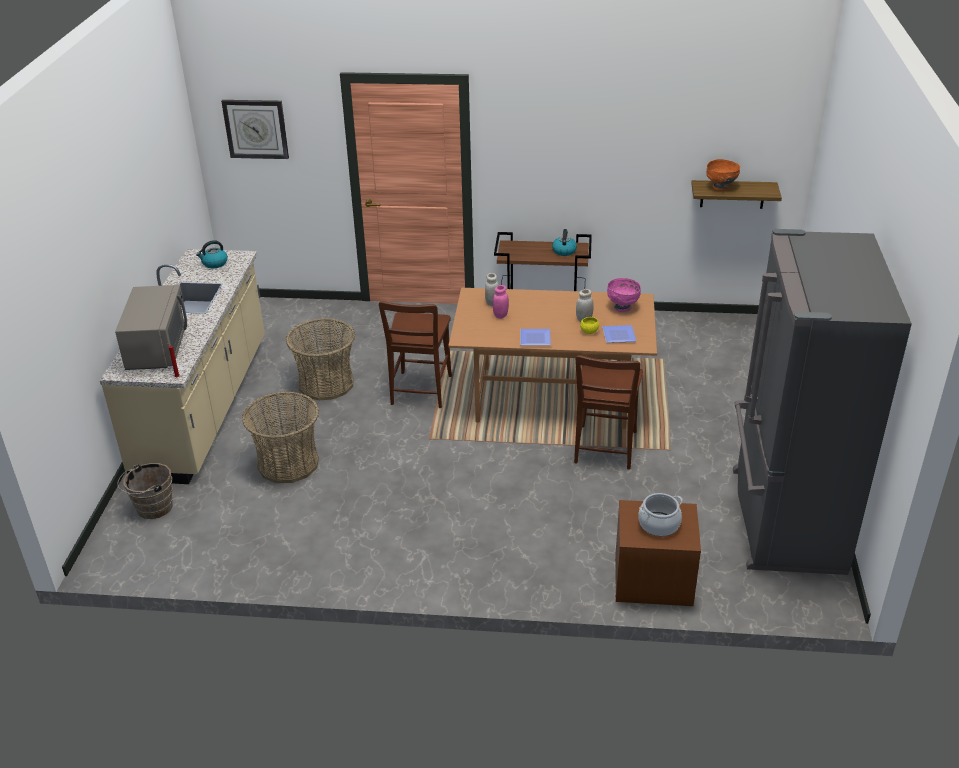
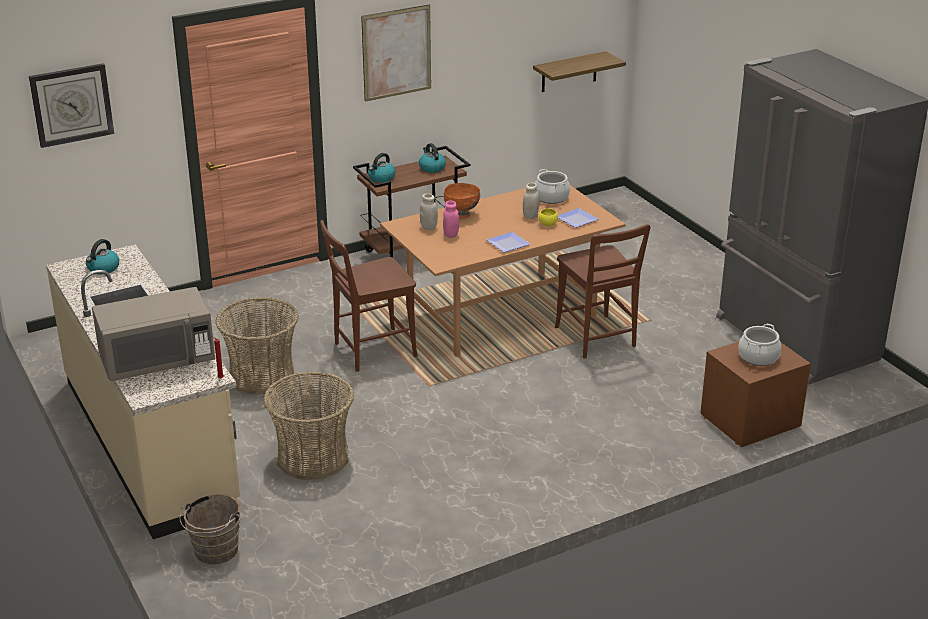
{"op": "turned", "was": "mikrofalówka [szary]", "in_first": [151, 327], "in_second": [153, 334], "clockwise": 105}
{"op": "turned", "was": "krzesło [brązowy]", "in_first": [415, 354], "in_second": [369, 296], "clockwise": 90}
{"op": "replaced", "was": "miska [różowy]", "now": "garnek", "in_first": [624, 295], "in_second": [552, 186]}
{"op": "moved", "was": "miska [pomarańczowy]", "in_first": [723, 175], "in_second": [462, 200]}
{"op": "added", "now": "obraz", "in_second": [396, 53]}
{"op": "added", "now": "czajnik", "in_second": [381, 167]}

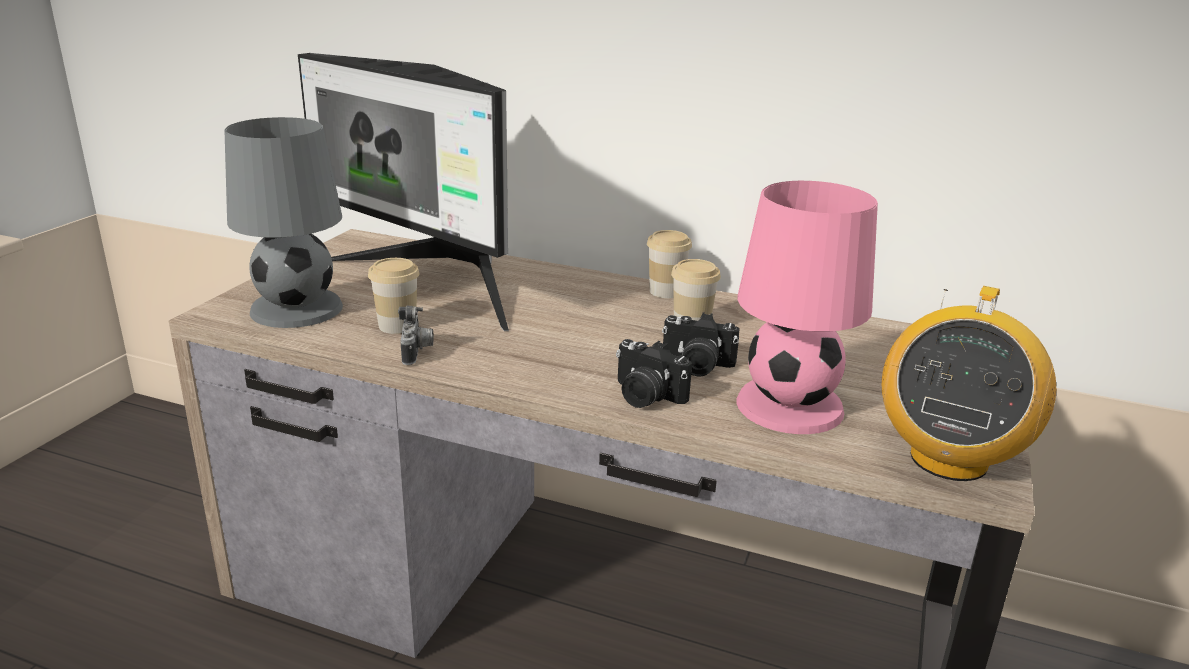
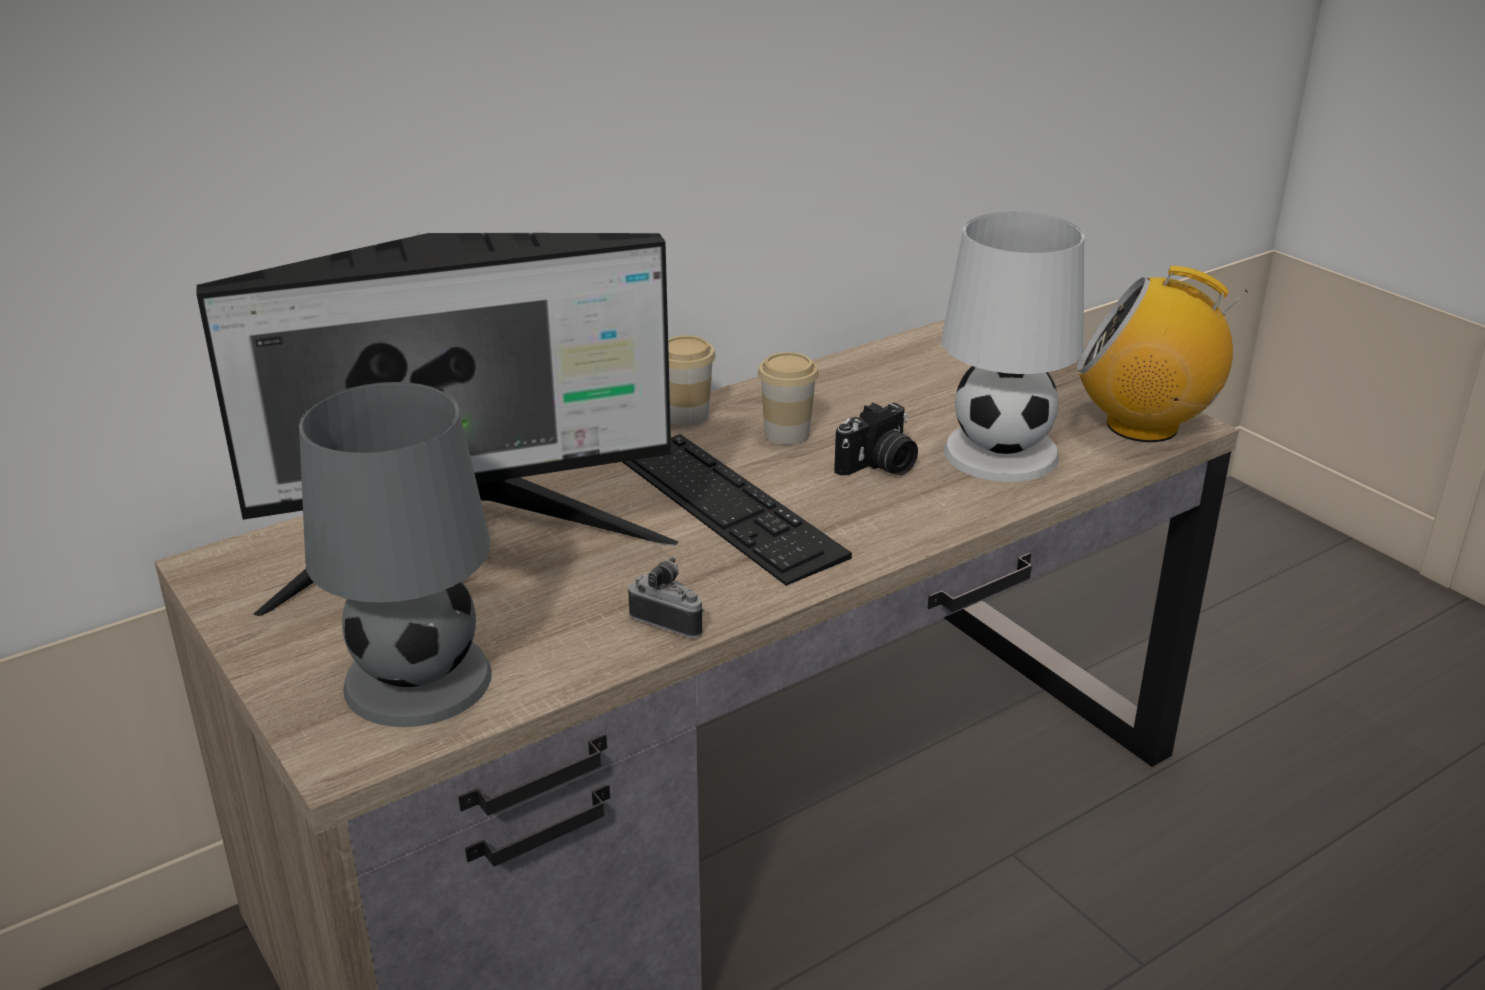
{"op": "removed", "was": "filiżanka", "in_first": [393, 296]}
{"op": "removed", "was": "aparat fotograficzny", "in_first": [654, 373]}
{"op": "recoloured", "was": "lampa stołowa [różowy]", "now": "lampa stołowa [biały]", "in_first": [807, 307], "in_second": [1012, 347]}
{"op": "turned", "was": "radio", "in_first": [969, 383], "in_second": [1162, 354], "clockwise": 135}
{"op": "added", "now": "klawiatura", "in_second": [737, 510]}

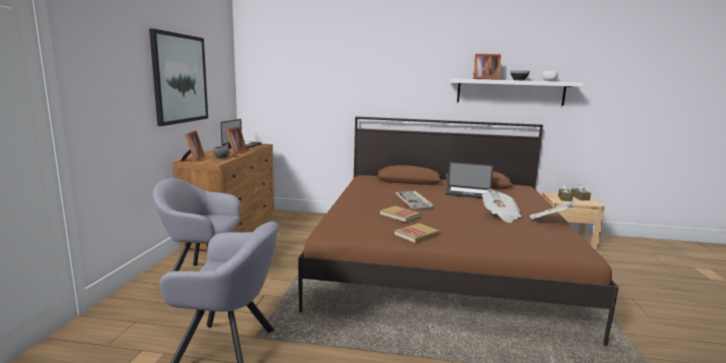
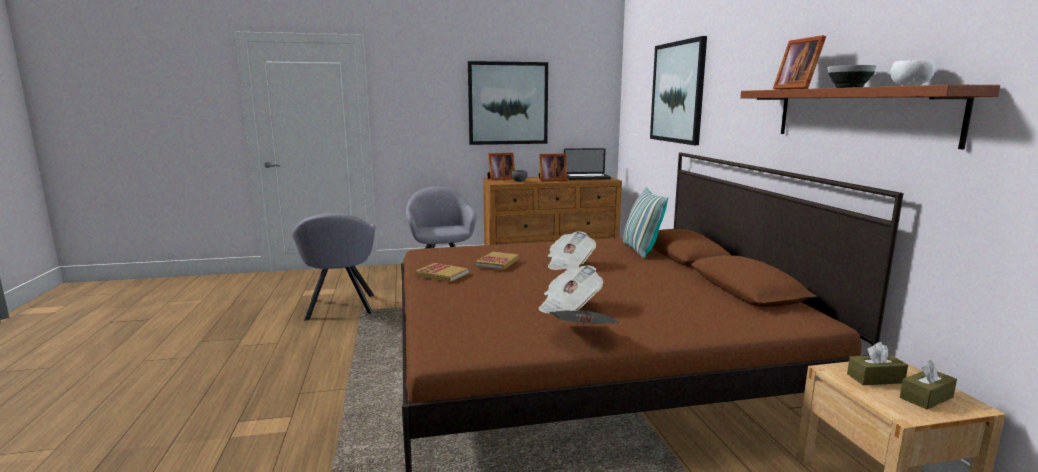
{"op": "replaced", "was": "klawiatura", "now": "gazeta", "in_first": [414, 200], "in_second": [572, 250]}
{"op": "removed", "was": "laptop", "in_first": [469, 180]}
{"op": "recoloured", "was": "półka [biały]", "now": "półka [brązowy]", "in_first": [517, 92], "in_second": [870, 116]}
{"op": "added", "now": "poduszka", "in_second": [645, 222]}
{"op": "added", "now": "obraz", "in_second": [678, 90]}

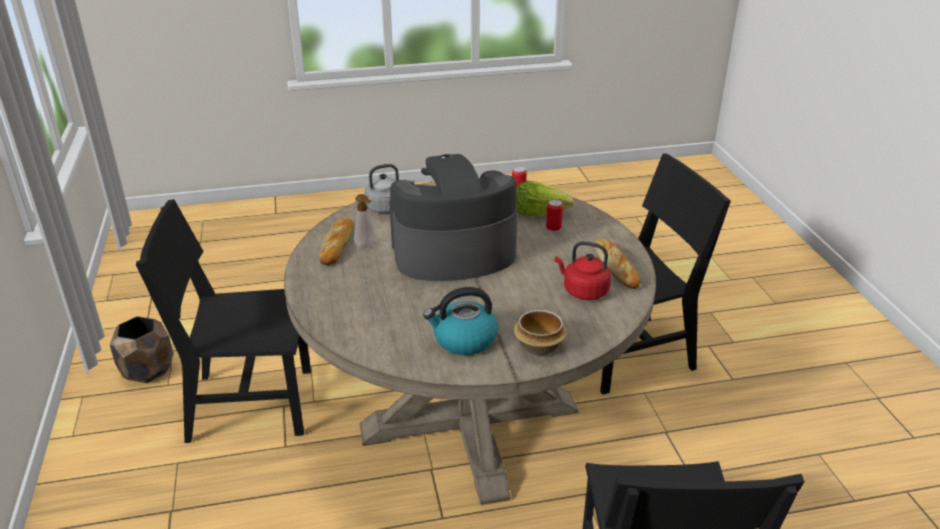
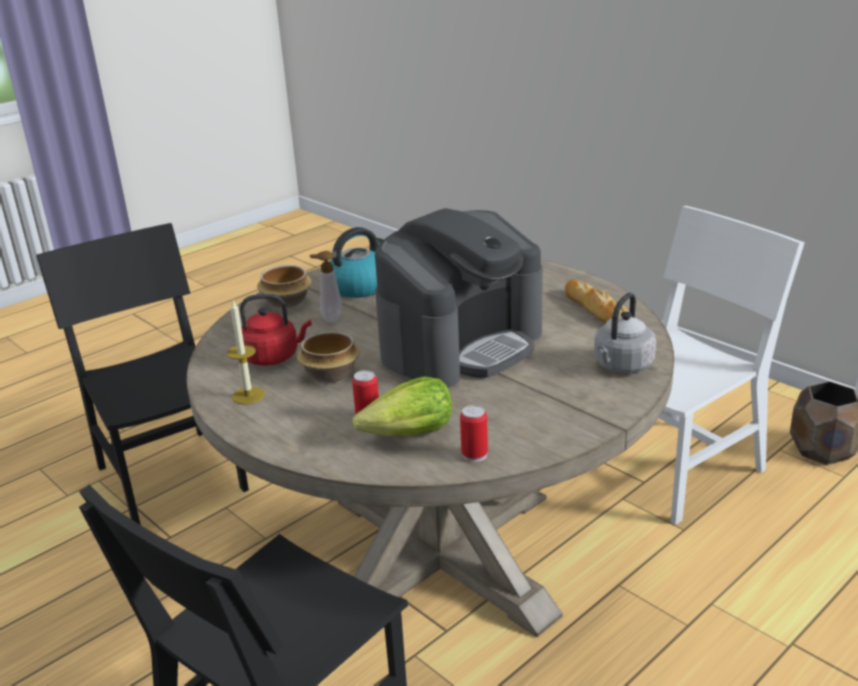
{"op": "recoloured", "was": "krzesło [czarny]", "now": "krzesło [biały]", "in_first": [223, 321], "in_second": [697, 365]}
{"op": "moved", "was": "dozownik mydła", "in_first": [364, 221], "in_second": [326, 287]}
{"op": "replaced", "was": "chleb", "now": "świeca", "in_first": [618, 264], "in_second": [246, 353]}
{"op": "added", "now": "miska", "in_second": [328, 357]}

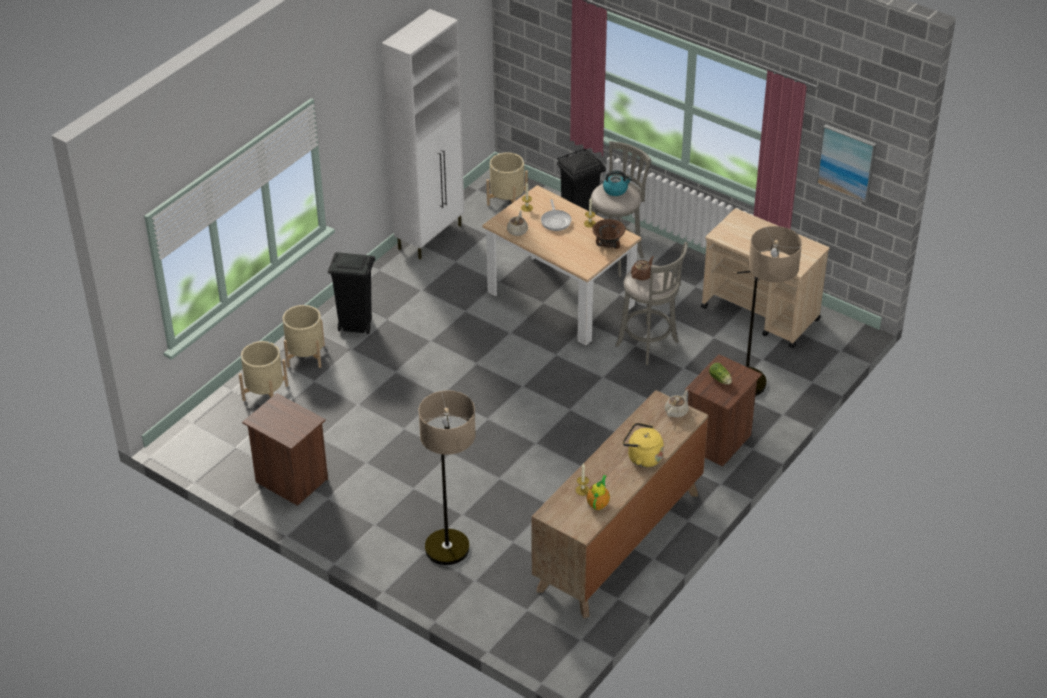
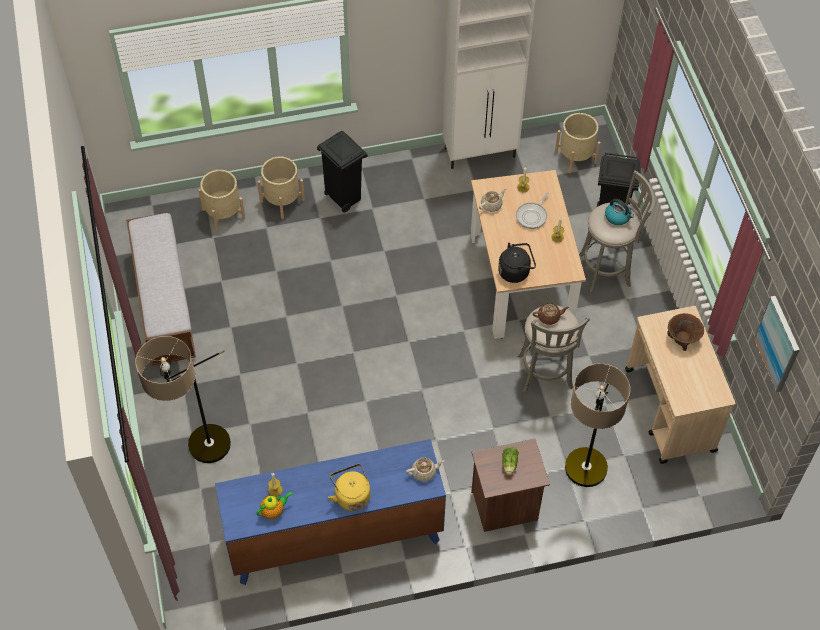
{"op": "replaced", "was": "szafka nocna [brązowy]", "now": "ławka", "in_first": [285, 449], "in_second": [161, 289]}
{"op": "recoloured", "was": "komoda [brązowy]", "now": "komoda [niebieski]", "in_first": [619, 504], "in_second": [330, 512]}
{"op": "moved", "was": "miska [brązowy]", "in_first": [609, 234], "in_second": [685, 332]}
{"op": "added", "now": "czajnik [czarny]", "in_second": [517, 263]}

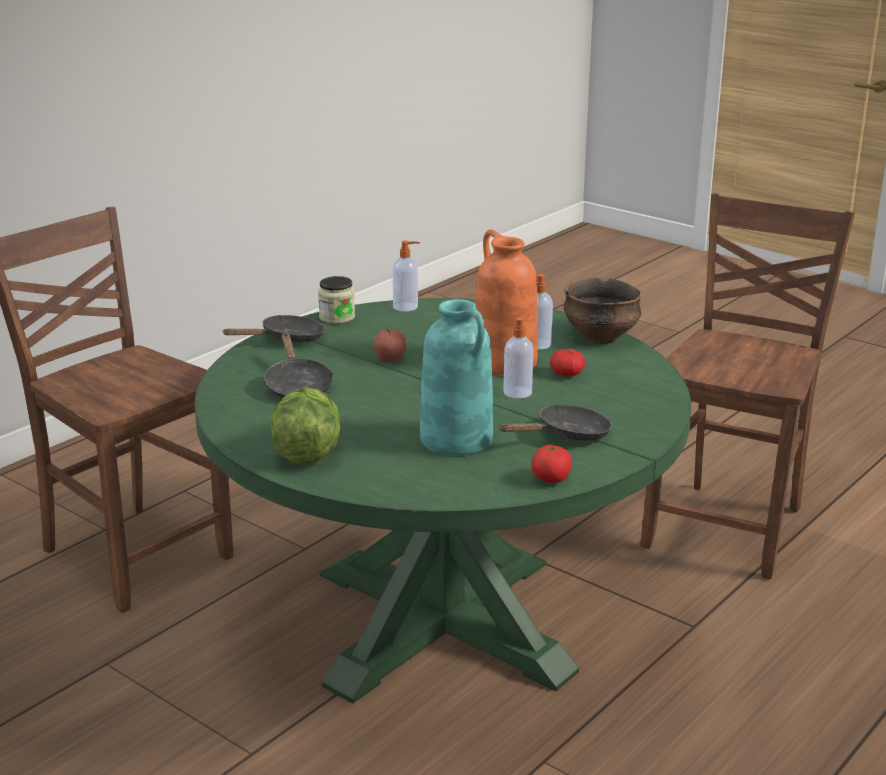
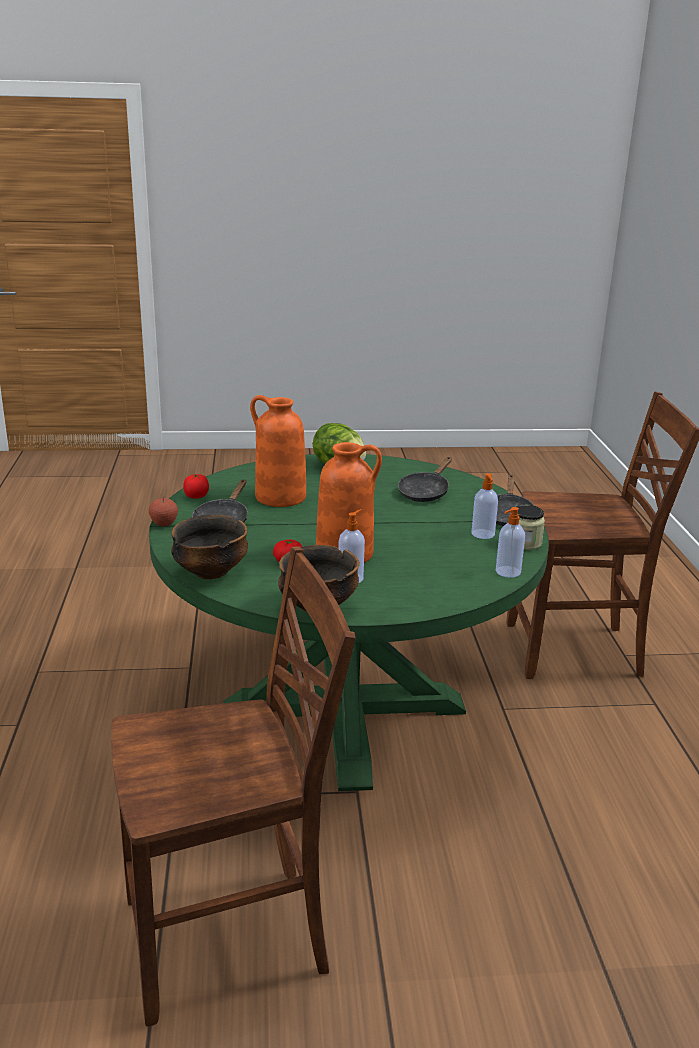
{"op": "turned", "was": "patelnia [czarny]", "in_first": [298, 365], "in_second": [425, 479], "clockwise": -90}
{"op": "moved", "was": "jabłko", "in_first": [390, 345], "in_second": [163, 511]}
{"op": "recoloured", "was": "wazon [turkusowy]", "now": "wazon [pomarańczowy]", "in_first": [456, 377], "in_second": [278, 451]}
{"op": "moved", "was": "dozownik mydła", "in_first": [518, 356], "in_second": [485, 506]}
{"op": "turned", "was": "krzesło [brązowy]", "in_first": [748, 386], "in_second": [233, 787], "clockwise": -90}
{"op": "added", "now": "miska", "in_second": [209, 547]}

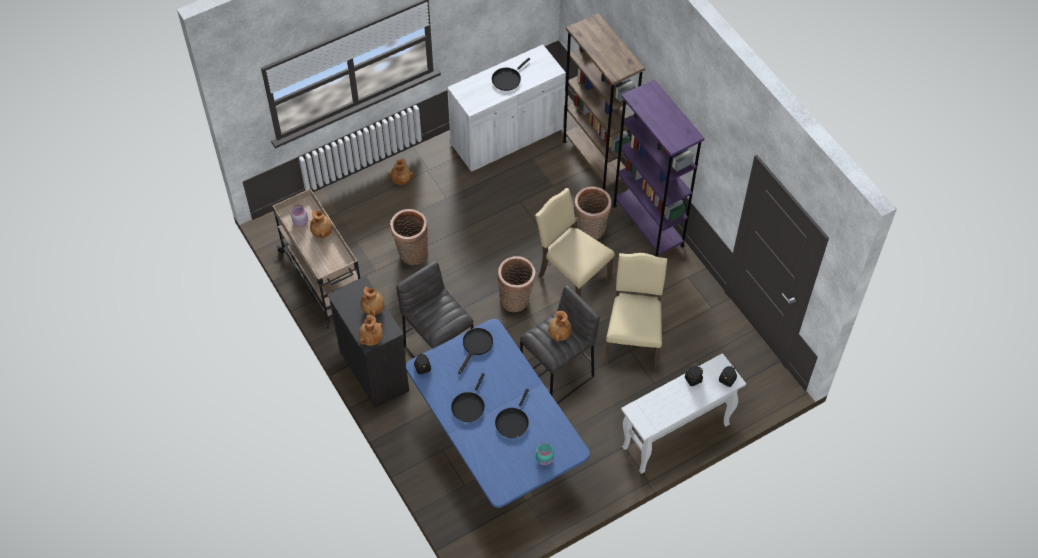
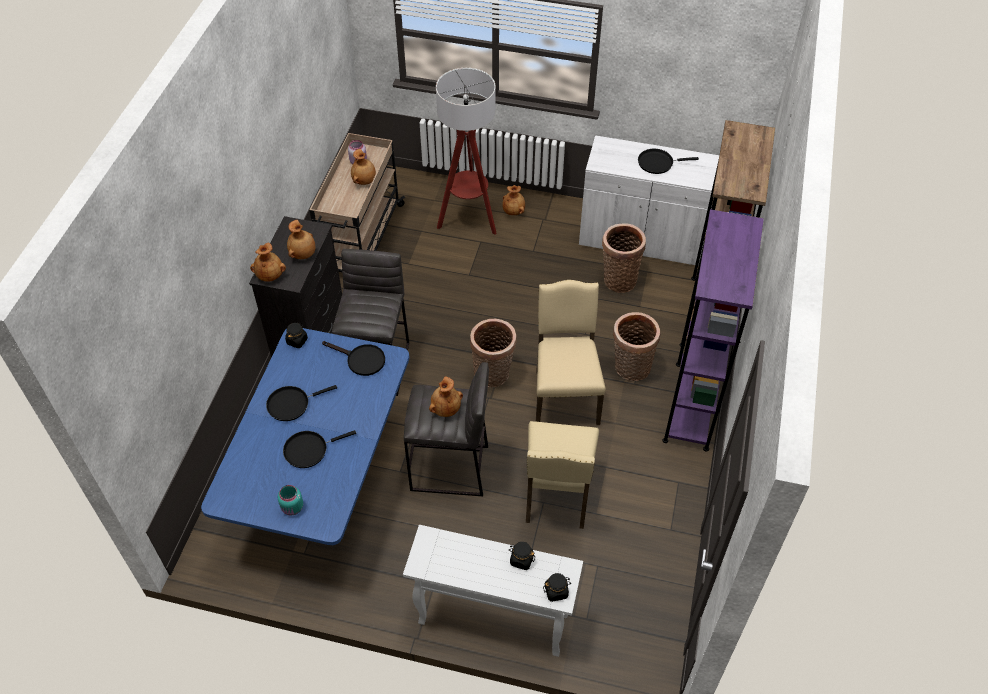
{"op": "moved", "was": "koszyk", "in_first": [409, 237], "in_second": [624, 258]}
{"op": "turned", "was": "patelnia [czarny]", "in_first": [475, 351], "in_second": [353, 358], "clockwise": 45}
{"op": "turned", "was": "krzesło [beżowy]", "in_first": [635, 311], "in_second": [562, 475], "clockwise": 135}
{"op": "added", "now": "lampa stojąca", "in_second": [466, 151]}

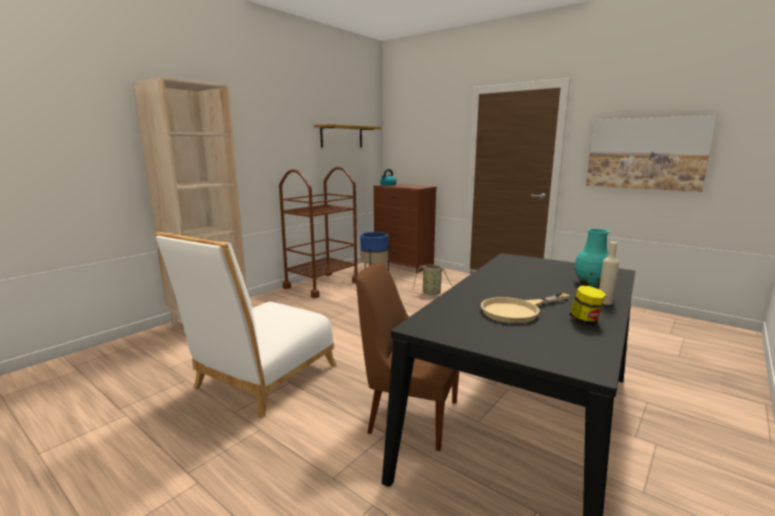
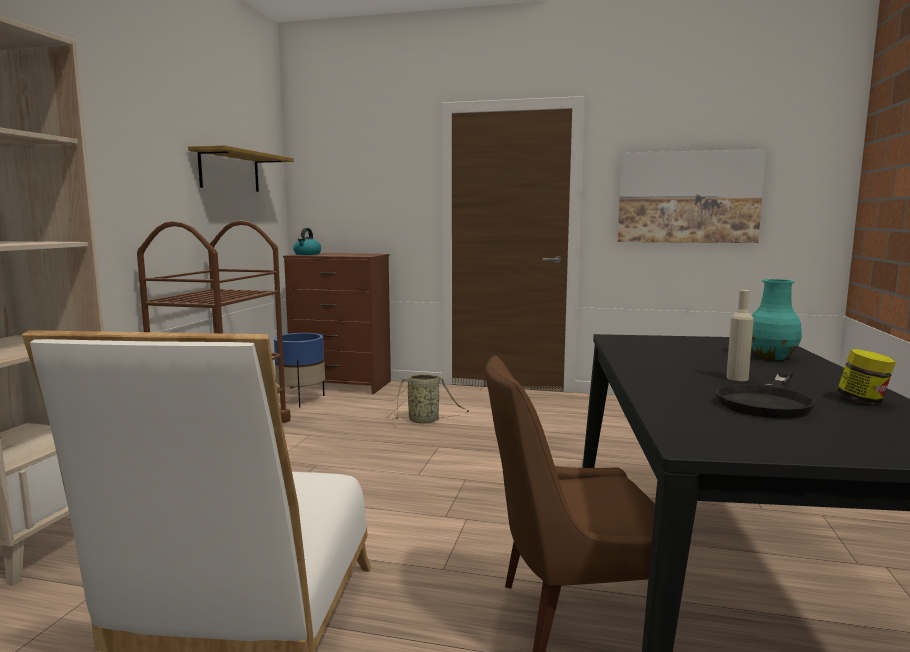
{"op": "recoloured", "was": "patelnia [beżowy]", "now": "patelnia [czarny]", "in_first": [525, 308], "in_second": [766, 394]}
{"op": "moved", "was": "butelka [beżowy]", "in_first": [609, 273], "in_second": [740, 335]}

